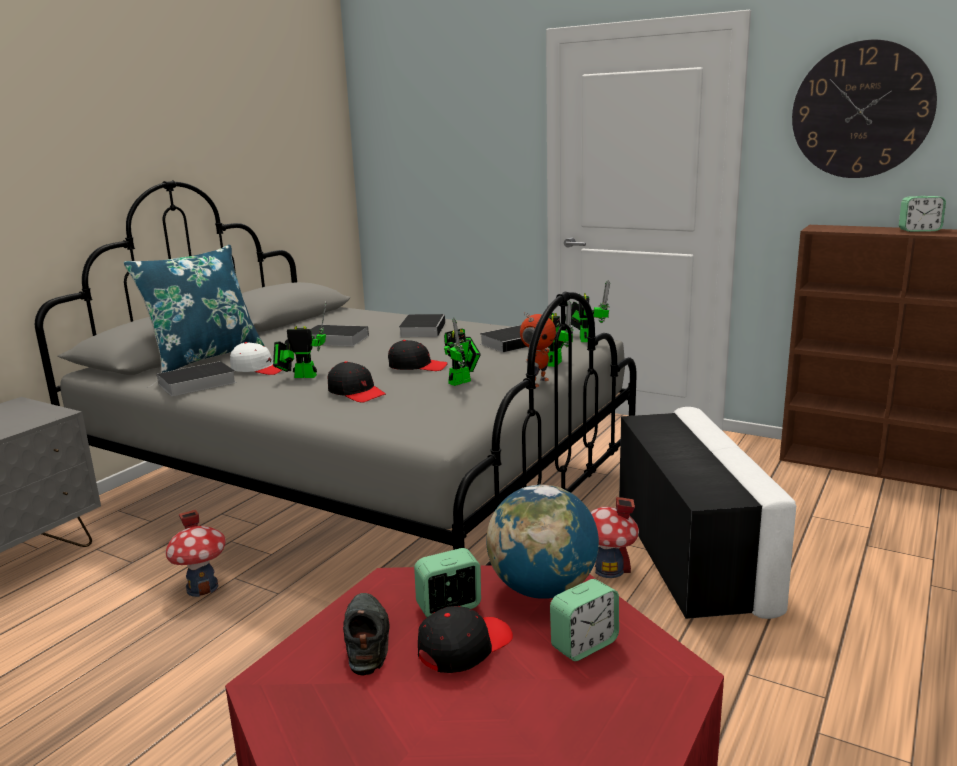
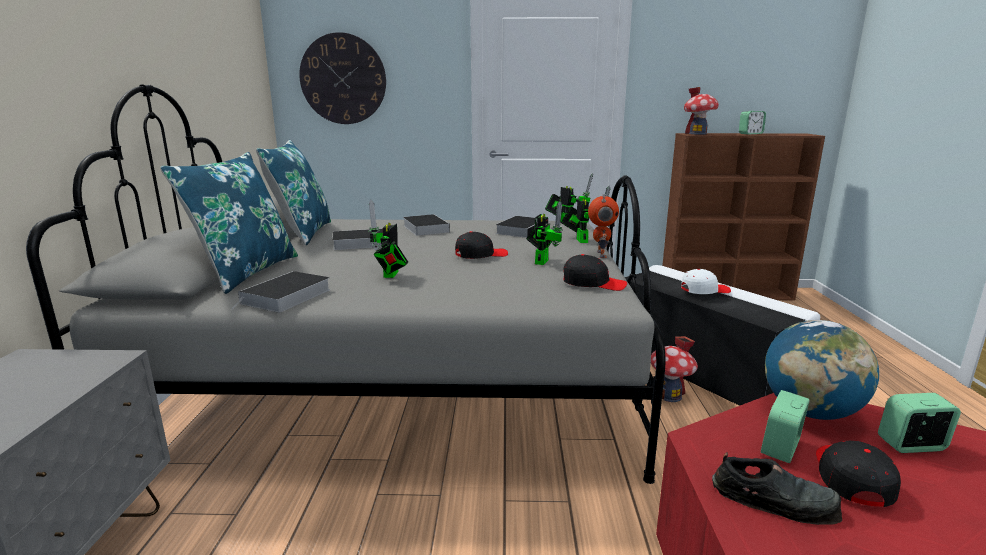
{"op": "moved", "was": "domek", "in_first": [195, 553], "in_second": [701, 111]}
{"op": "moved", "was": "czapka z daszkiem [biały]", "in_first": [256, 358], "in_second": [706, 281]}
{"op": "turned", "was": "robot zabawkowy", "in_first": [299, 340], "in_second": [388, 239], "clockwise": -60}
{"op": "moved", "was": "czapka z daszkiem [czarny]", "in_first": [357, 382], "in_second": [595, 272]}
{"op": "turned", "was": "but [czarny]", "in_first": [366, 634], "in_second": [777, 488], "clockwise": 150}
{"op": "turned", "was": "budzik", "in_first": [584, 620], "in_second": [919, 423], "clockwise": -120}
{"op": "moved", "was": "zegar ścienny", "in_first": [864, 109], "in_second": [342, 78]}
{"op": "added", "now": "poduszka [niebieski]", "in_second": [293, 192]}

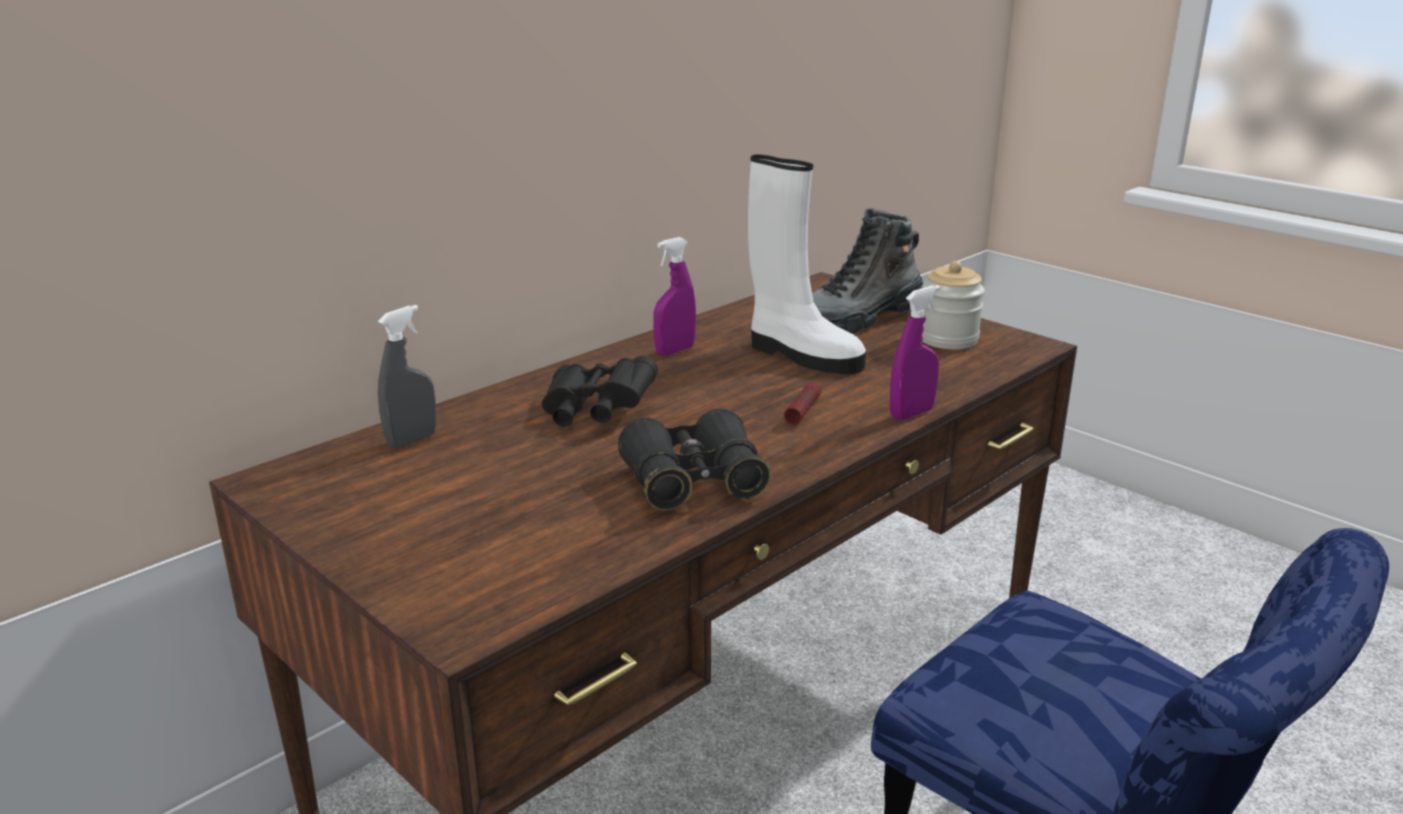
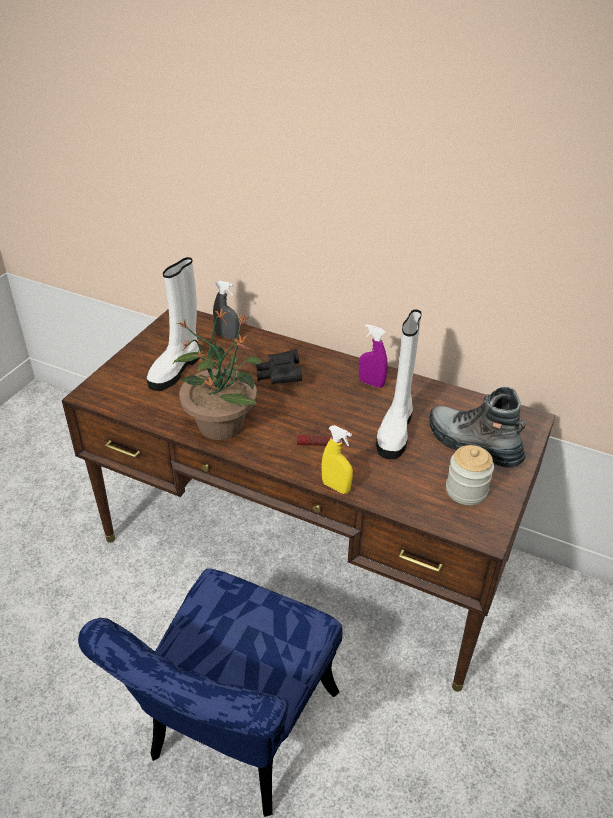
{"op": "replaced", "was": "lornetka [czarny]", "now": "roślina doniczkowa", "in_first": [694, 460], "in_second": [218, 374]}
{"op": "recoloured", "was": "spryskiwacz [fioletowy]", "now": "spryskiwacz [żółty]", "in_first": [915, 352], "in_second": [337, 459]}
{"op": "added", "now": "but z cholewką [biały]", "in_second": [173, 324]}

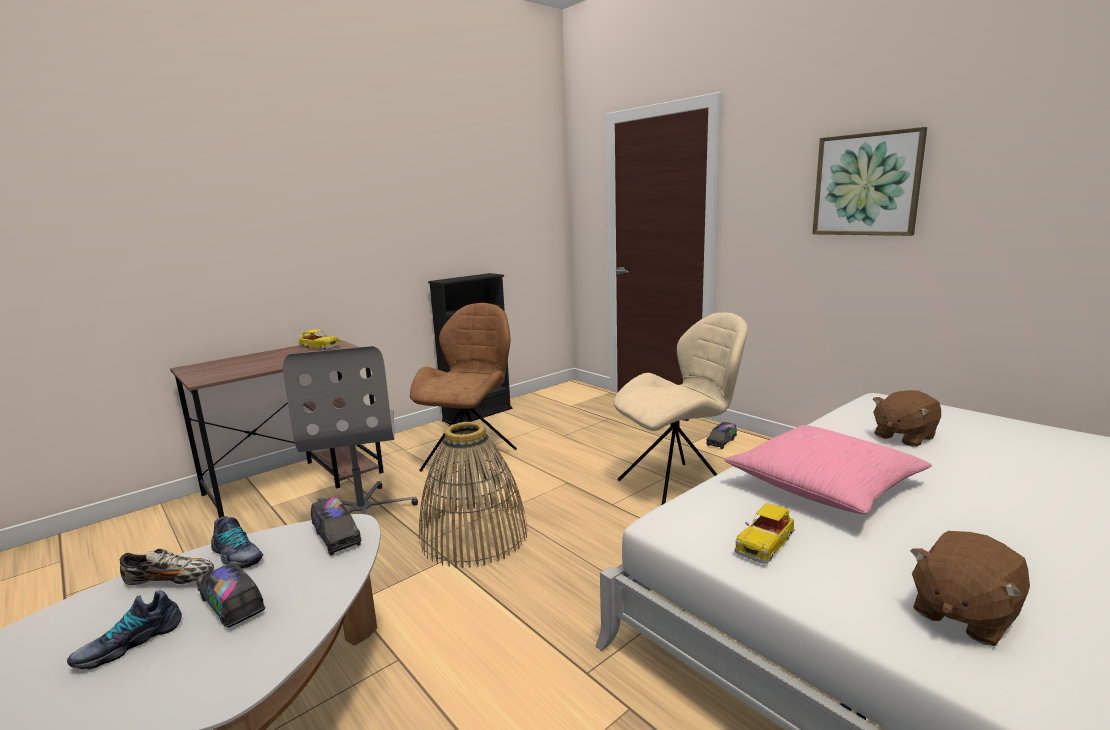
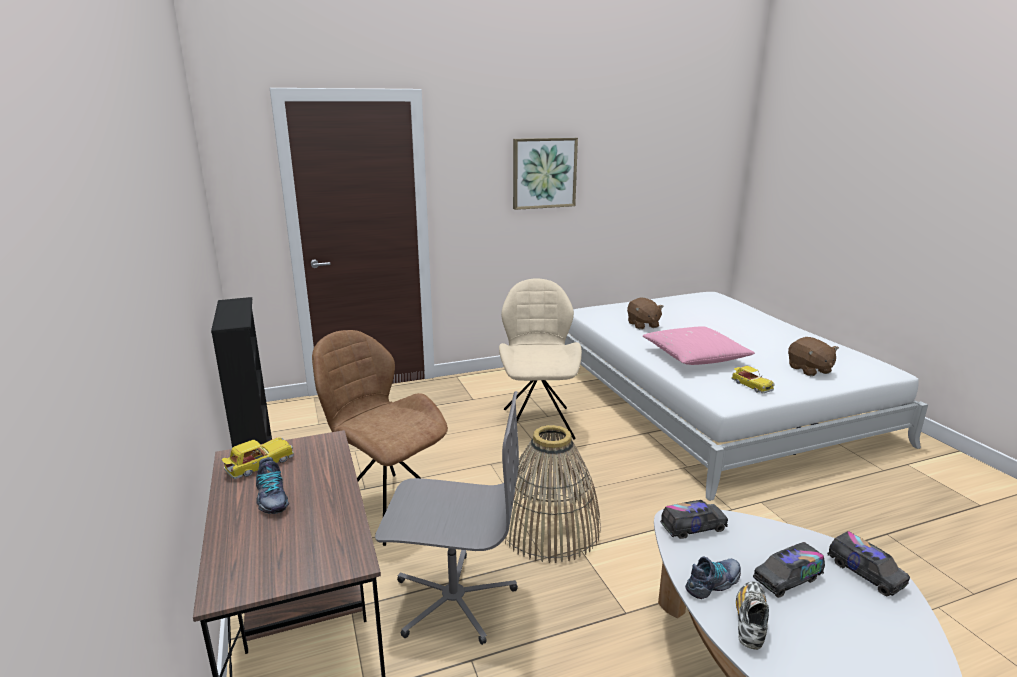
{"op": "moved", "was": "but", "in_first": [124, 630], "in_second": [272, 485]}
{"op": "moved", "was": "ciężarówka zabawkowa", "in_first": [721, 435], "in_second": [868, 563]}

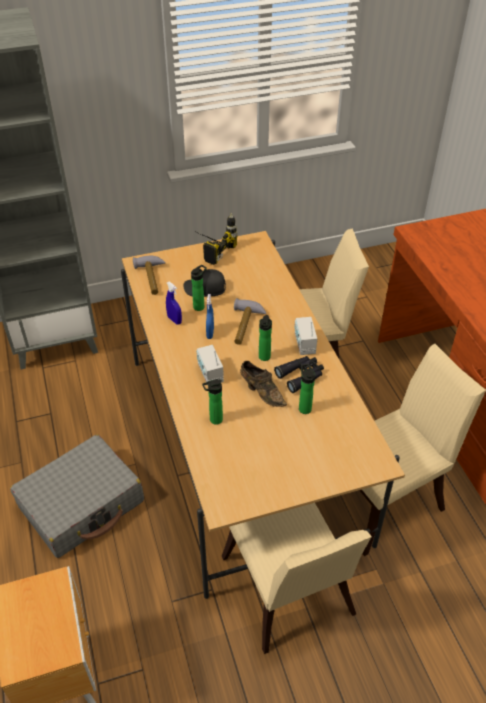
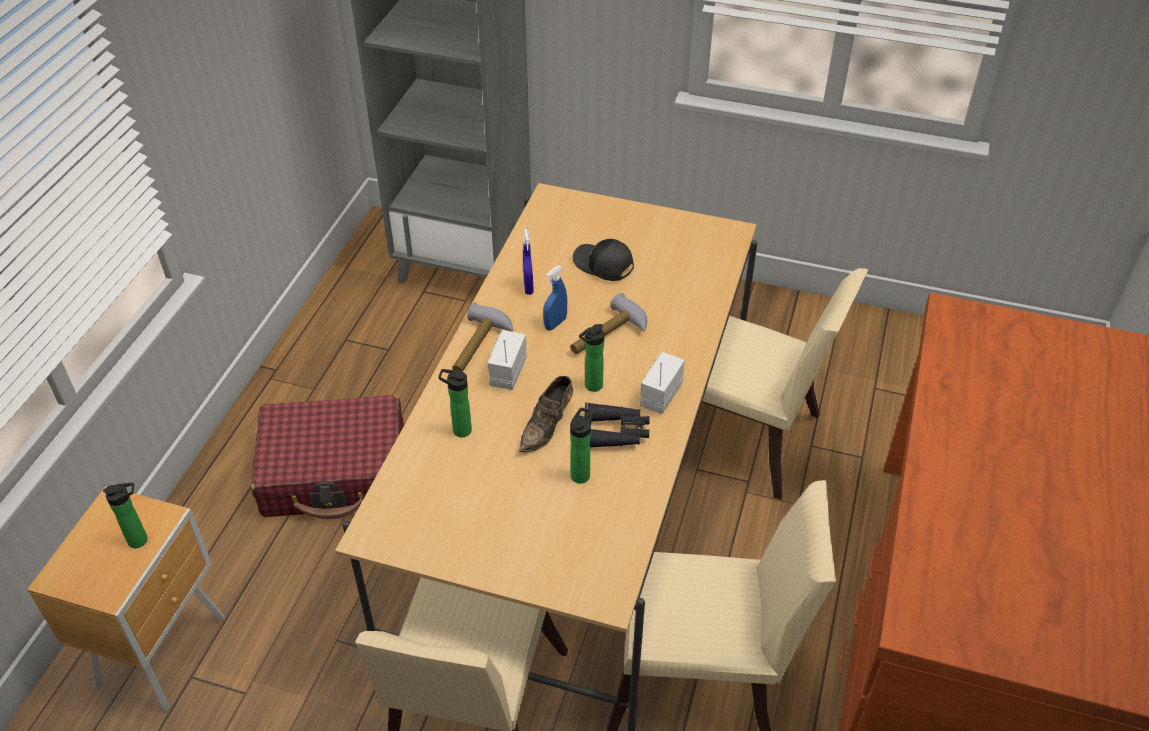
{"op": "recoloured", "was": "walizka [szary]", "now": "walizka [czerwony]", "in_first": [77, 496], "in_second": [327, 457]}
{"op": "moved", "was": "młotek", "in_first": [149, 275], "in_second": [482, 337]}
{"op": "moved", "was": "butelka", "in_first": [199, 288], "in_second": [125, 515]}
{"op": "removed", "was": "wiertarka", "in_first": [218, 239]}
{"op": "turned", "was": "but [brązowy]", "in_first": [263, 384], "in_second": [546, 414], "clockwise": 45}

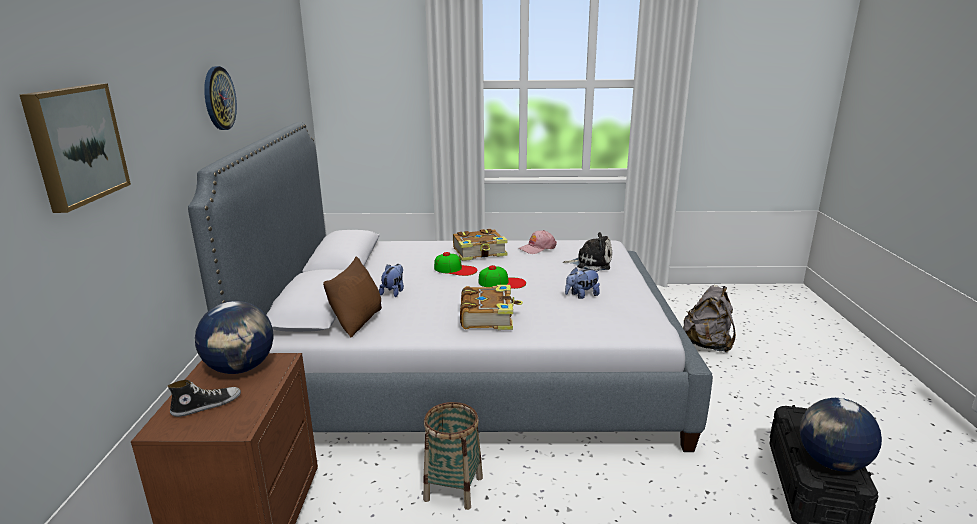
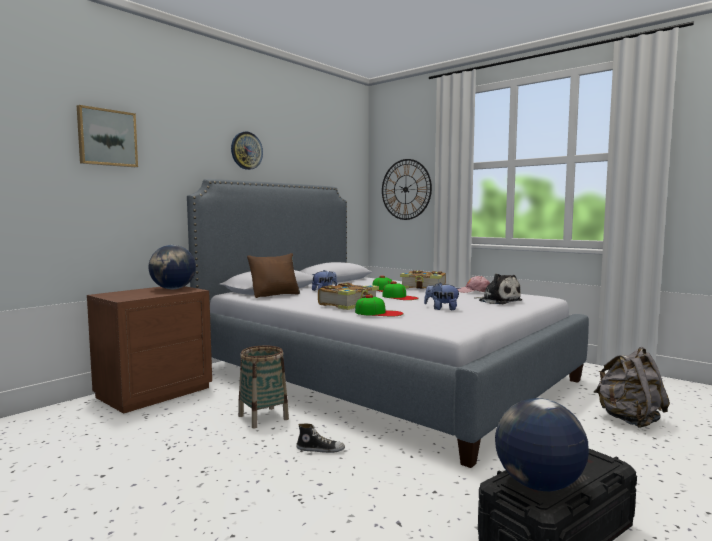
{"op": "moved", "was": "but", "in_first": [204, 398], "in_second": [320, 438]}
{"op": "added", "now": "czapka z daszkiem", "in_second": [379, 305]}
{"op": "added", "now": "zegar ścienny", "in_second": [407, 189]}

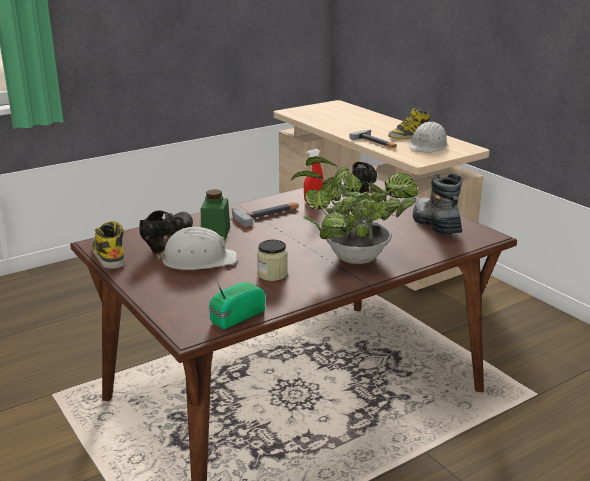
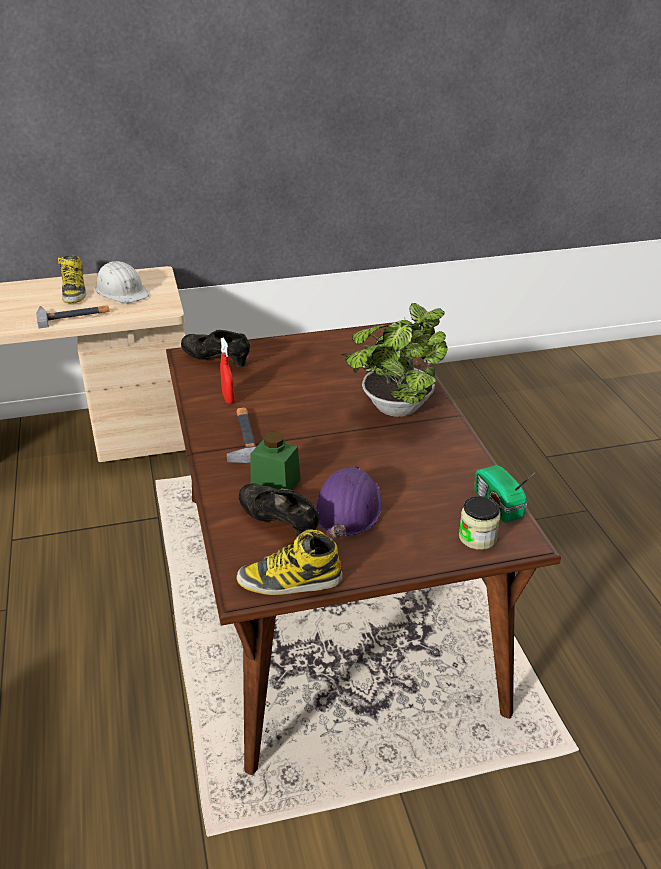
{"op": "recoloured", "was": "kask [biały]", "now": "kask [fioletowy]", "in_first": [197, 248], "in_second": [348, 503]}
{"op": "moved", "was": "słoik", "in_first": [272, 260], "in_second": [479, 523]}
{"op": "removed", "was": "but z cholewką", "in_first": [438, 204]}

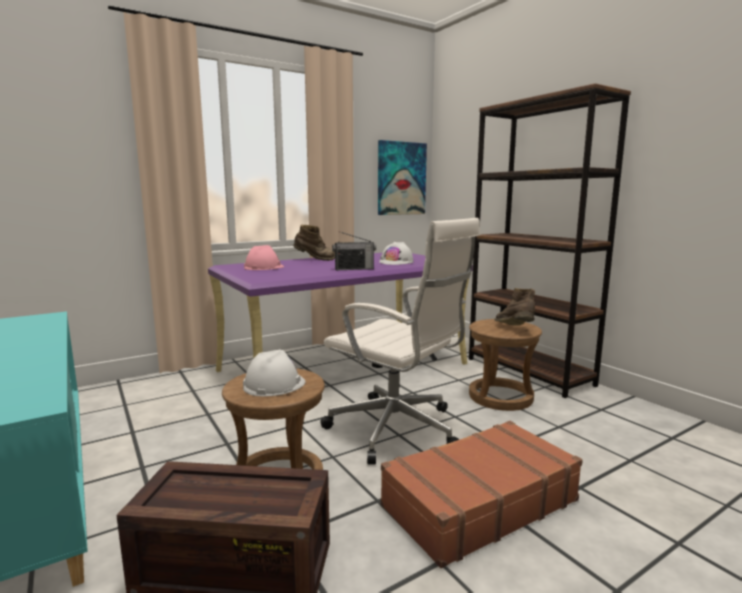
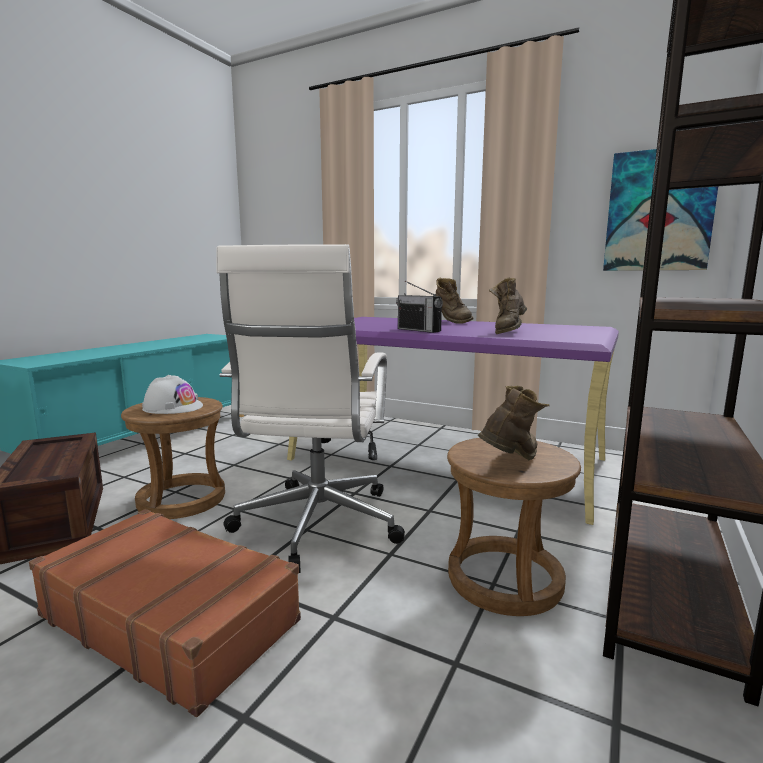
{"op": "removed", "was": "kask [różowy]", "in_first": [264, 257]}
{"op": "replaced", "was": "kask [biały]", "now": "but z cholewką [brązowy]", "in_first": [396, 253], "in_second": [508, 305]}

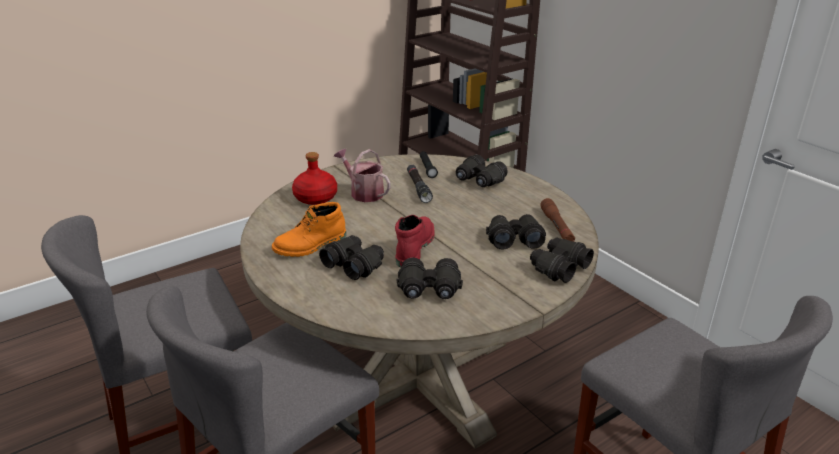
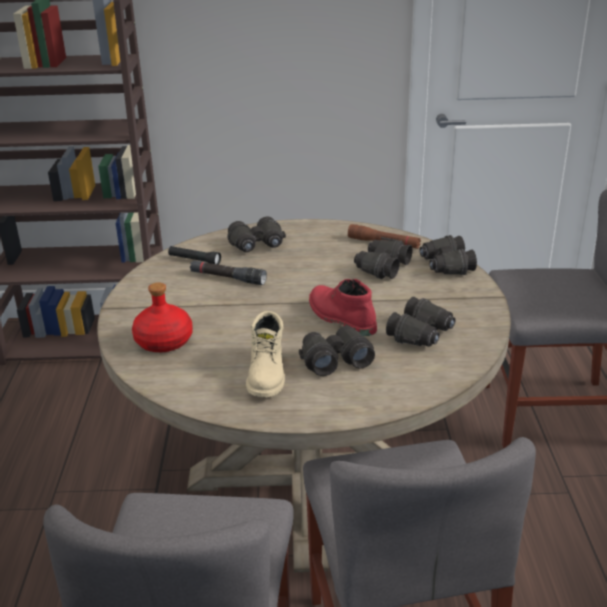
{"op": "recoloured", "was": "but z cholewką [pomarańczowy]", "now": "but z cholewką [beżowy]", "in_first": [309, 229], "in_second": [265, 354]}
{"op": "removed", "was": "konewka", "in_first": [362, 175]}

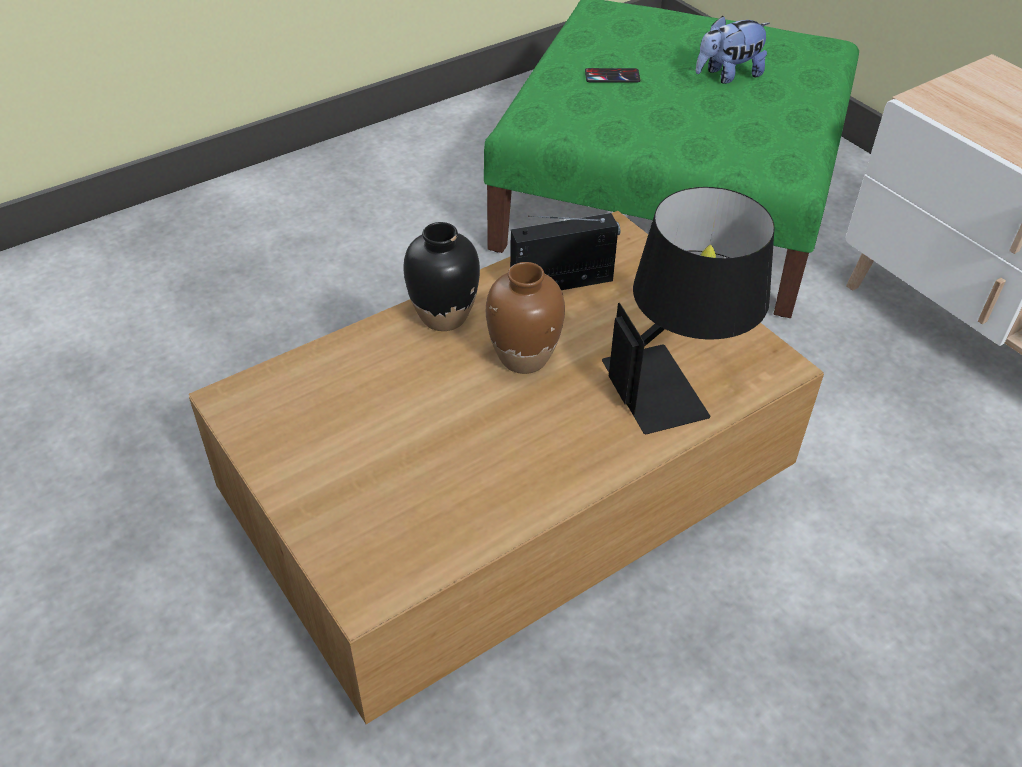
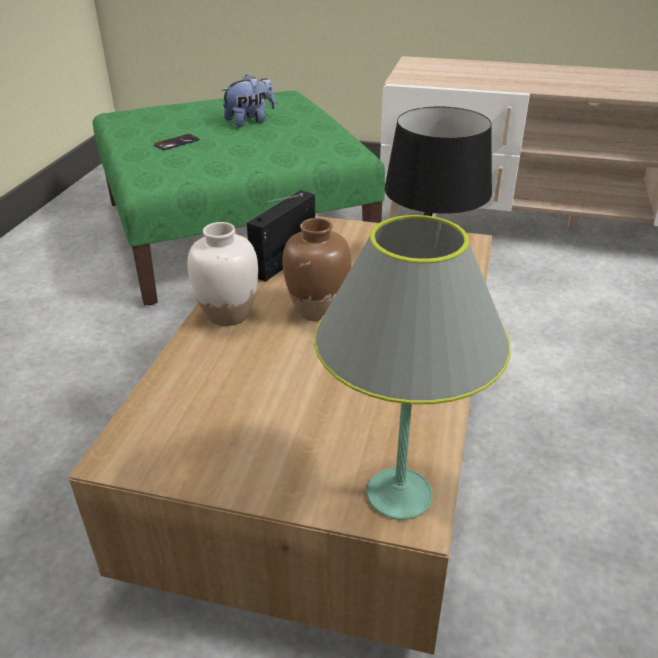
{"op": "recoloured", "was": "wazon [czarny]", "now": "wazon [biały]", "in_first": [441, 276], "in_second": [222, 274]}
{"op": "turned", "was": "pluszak", "in_first": [733, 49], "in_second": [248, 101], "clockwise": -150}
{"op": "added", "now": "lampa stołowa [szary]", "in_second": [412, 367]}

